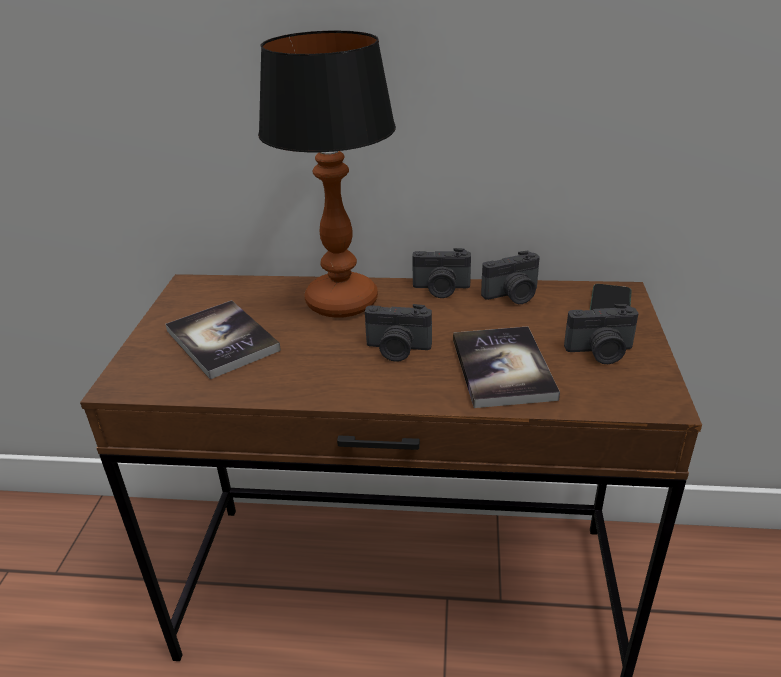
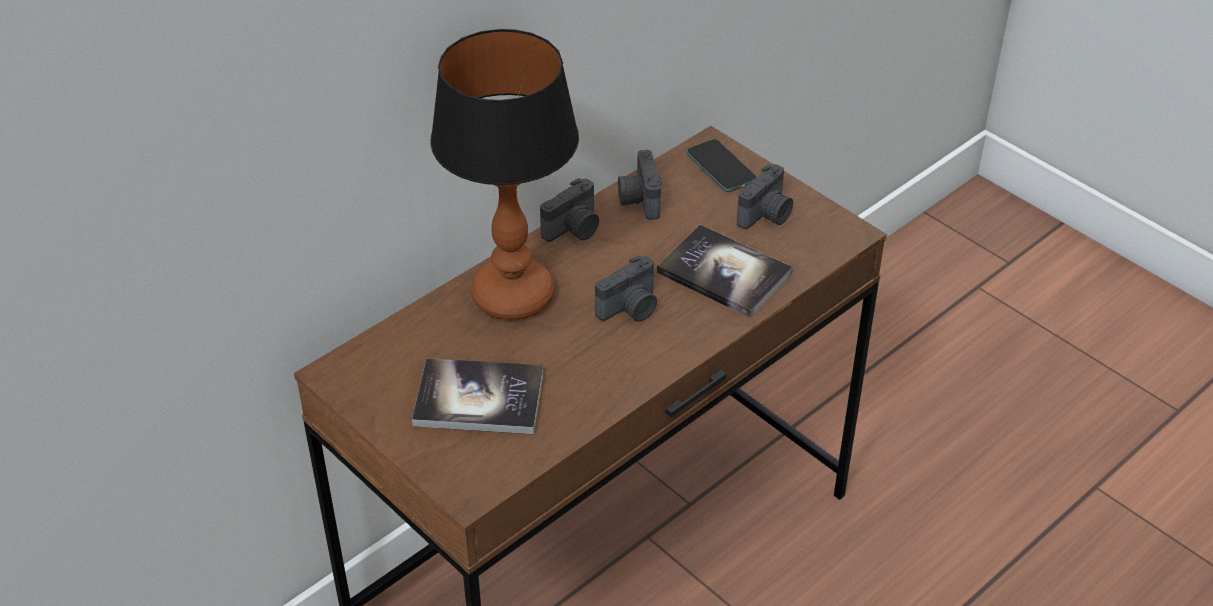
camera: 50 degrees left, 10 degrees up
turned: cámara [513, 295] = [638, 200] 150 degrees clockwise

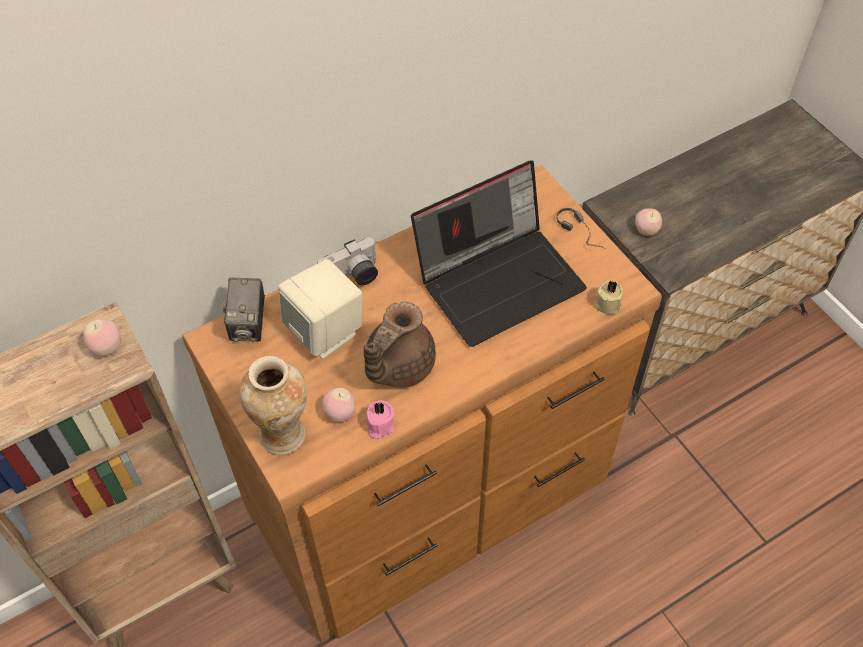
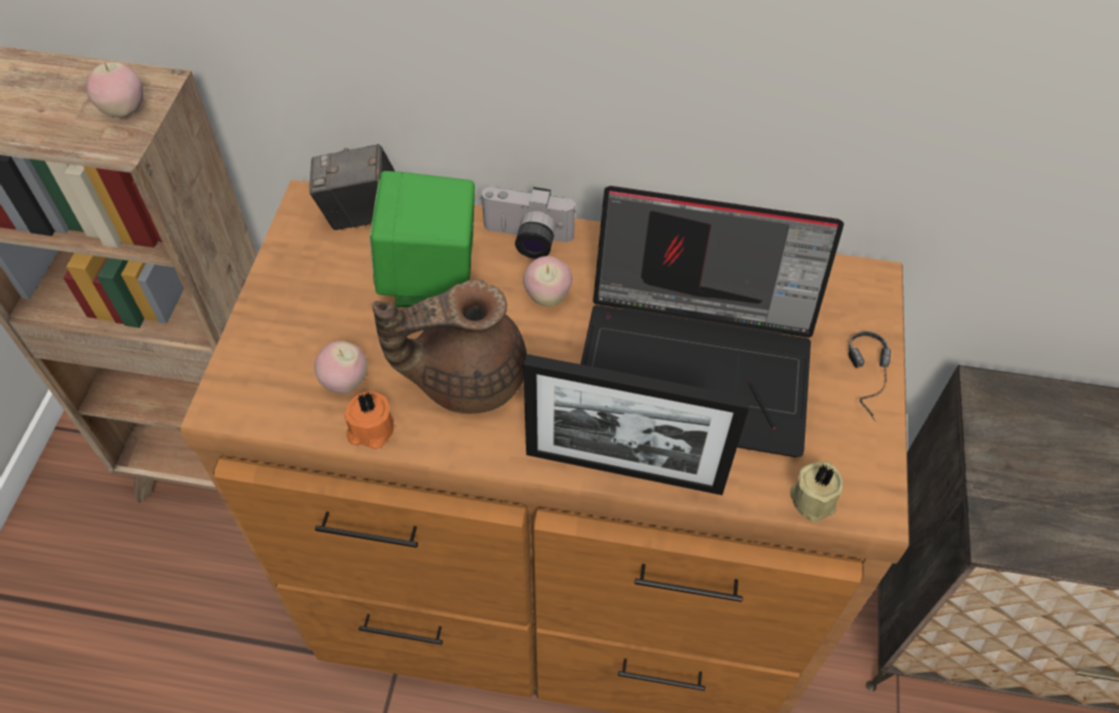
camera: 40 degrees right, 0 degrees up
removed: florero [284, 435]
added: portarretratos [624, 470]
moved: manzana [646, 231] to [547, 297]
recoloured: altavoz [beis] [325, 331] to altavoz [verde] [431, 279]; vela [rosa] [379, 426] to vela [naranja] [370, 430]
turned: cámara [249, 325] = [362, 215] 45 degrees clockwise

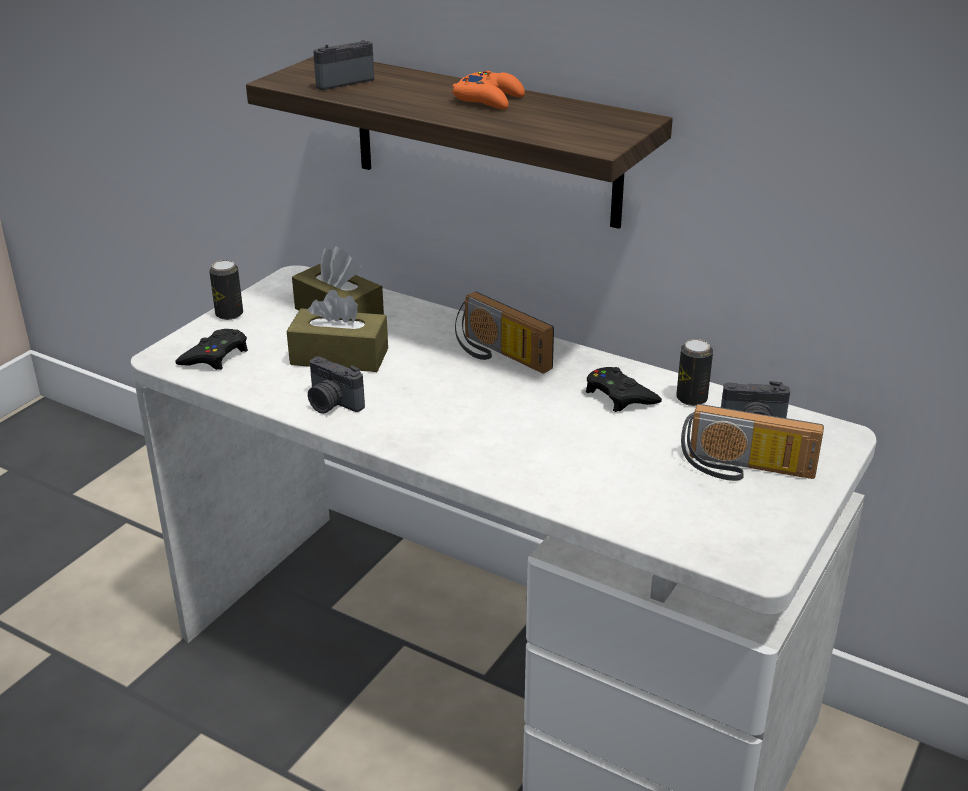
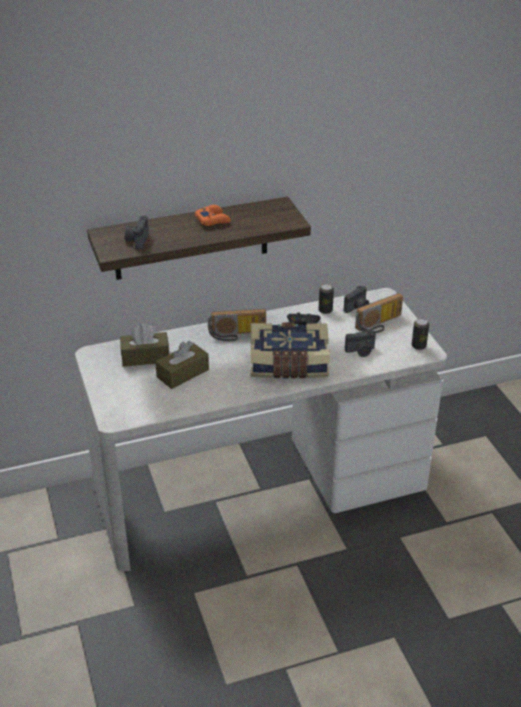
camera: 50 degrees left, 5 degrees up
removed: mando de consola [negro] [215, 356]
added: libro [289, 364]
moved: lata [229, 314] to [418, 346]; cámara [332, 404] to [361, 351]

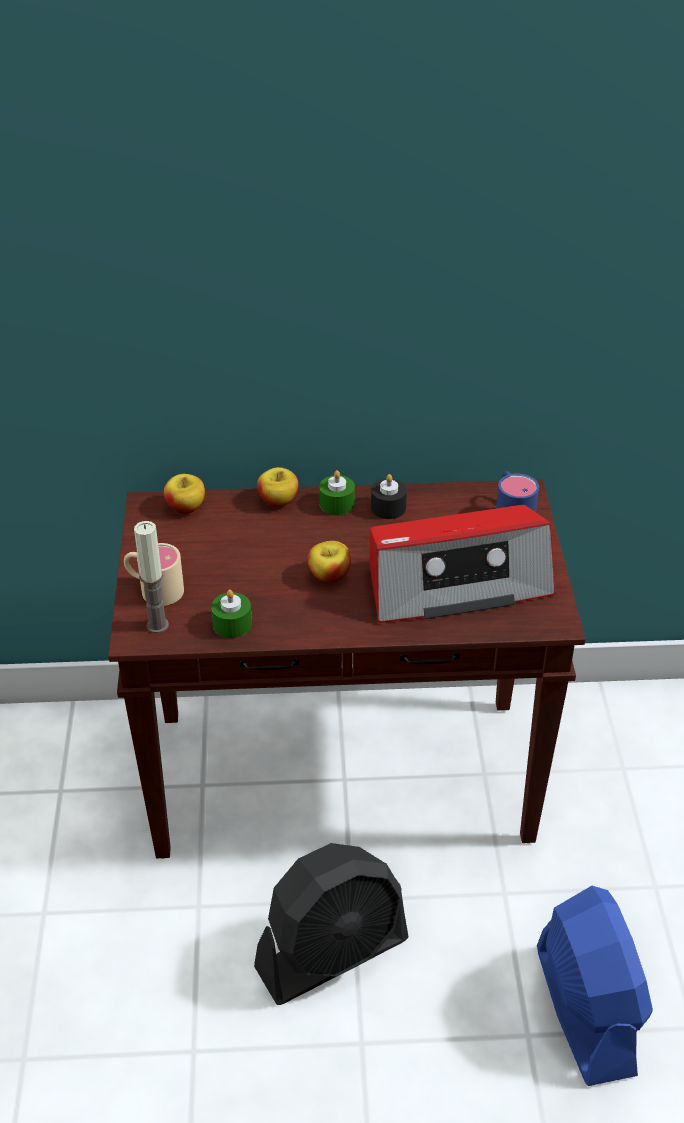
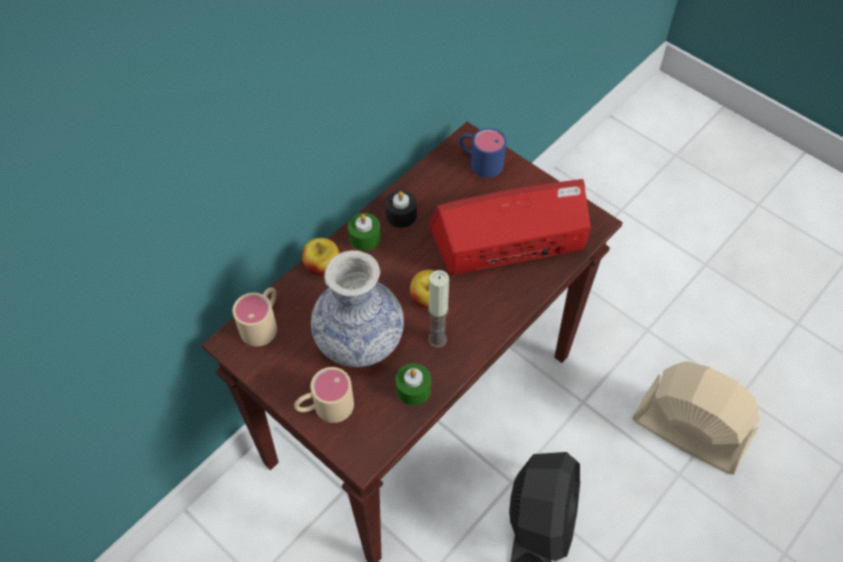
camera: 45 degrees left, 15 degrees up
added: florero [359, 340]
moved: vela [157, 625] to [437, 339]
replaced: manzana [186, 507] to taza grande [beis] [263, 323]
recoloured: ventilador [azul] [584, 1009] to ventilador [beis] [688, 433]
turned: radio [456, 582] = [509, 240] 135 degrees counterclockwise

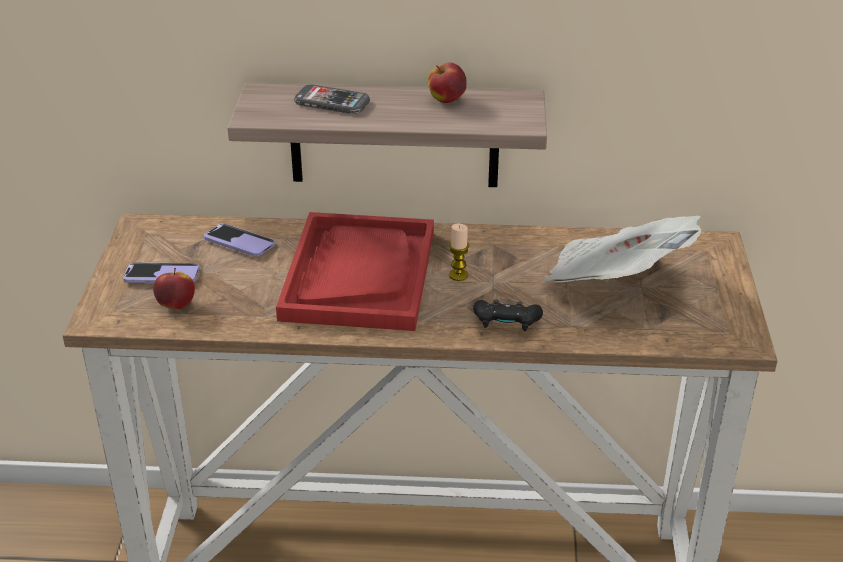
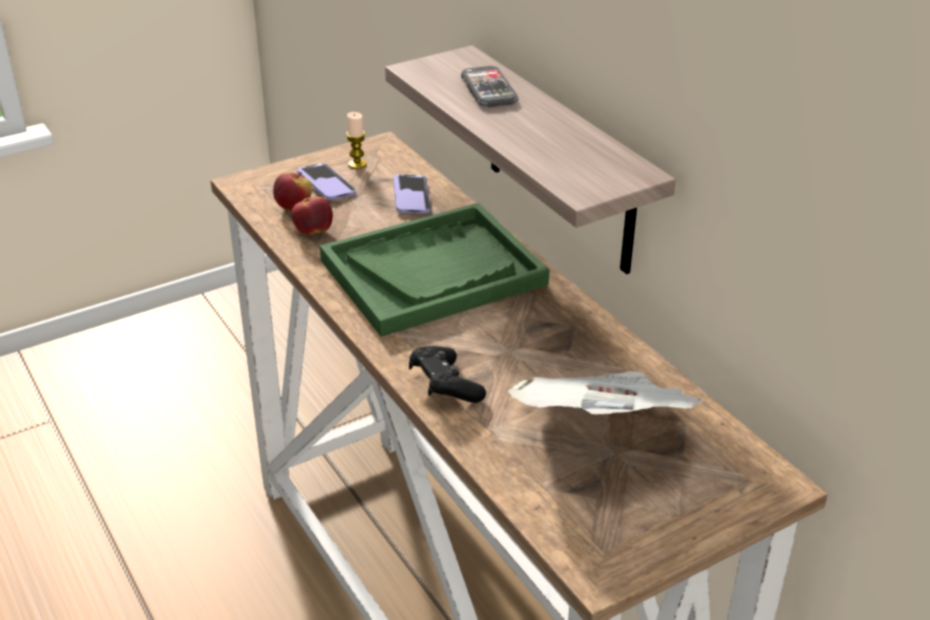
camera: 55 degrees right, 0 degrees up
moved: manzana [446, 100] to [313, 232]; vela [458, 275] to [357, 164]
recoloured: bandeja [rojo] [359, 274] to bandeja [verde] [433, 272]

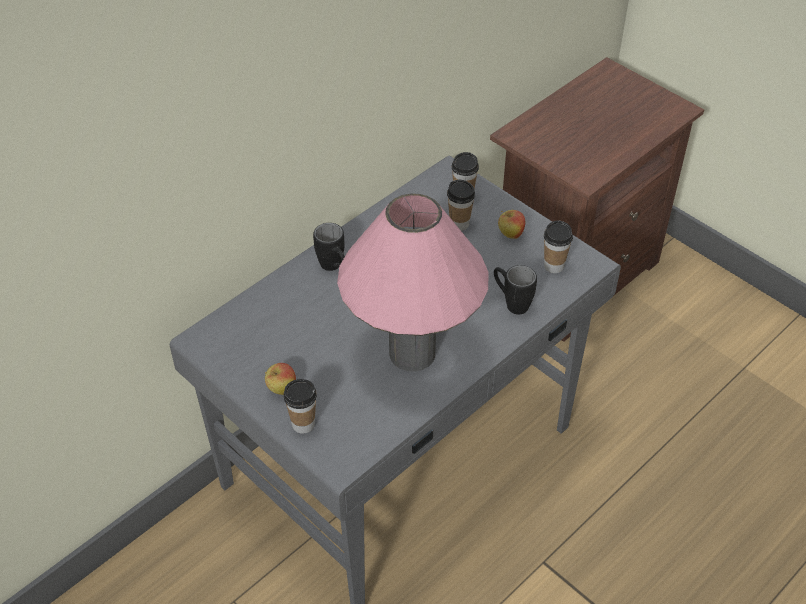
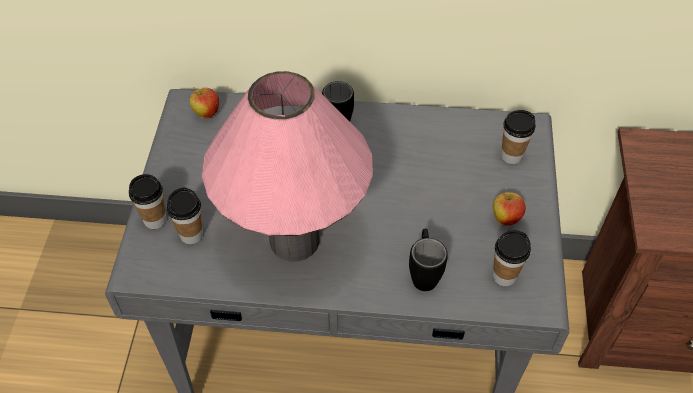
camera: 50 degrees right, 5 degrees up
moved: taza [459, 224] to [191, 234]; manzana [281, 389] to [206, 113]

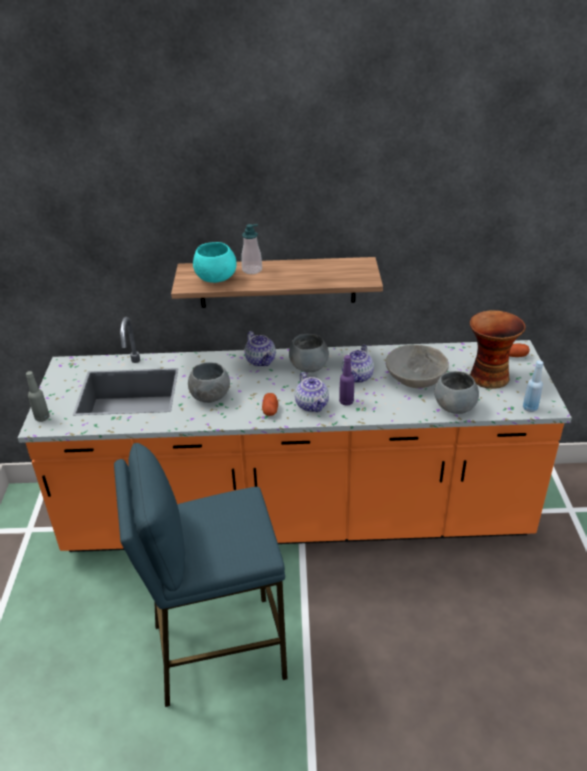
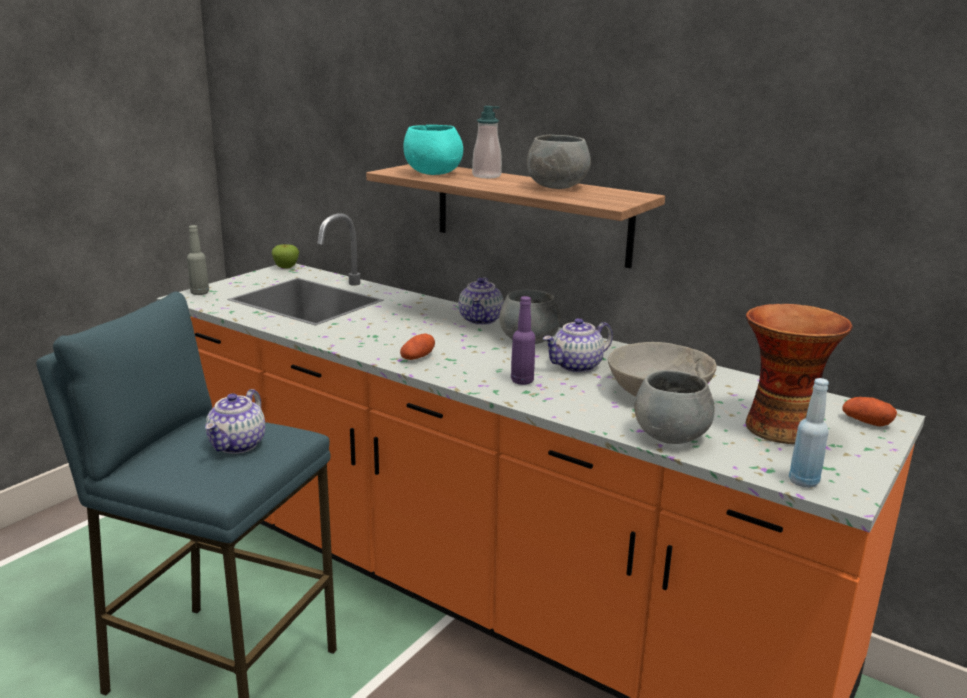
camera: 35 degrees right, 15 degrees down
added: manzana [286, 267]
moved: cuenco [gris] [210, 397] to [556, 187]; tetera [312, 405] to [238, 445]

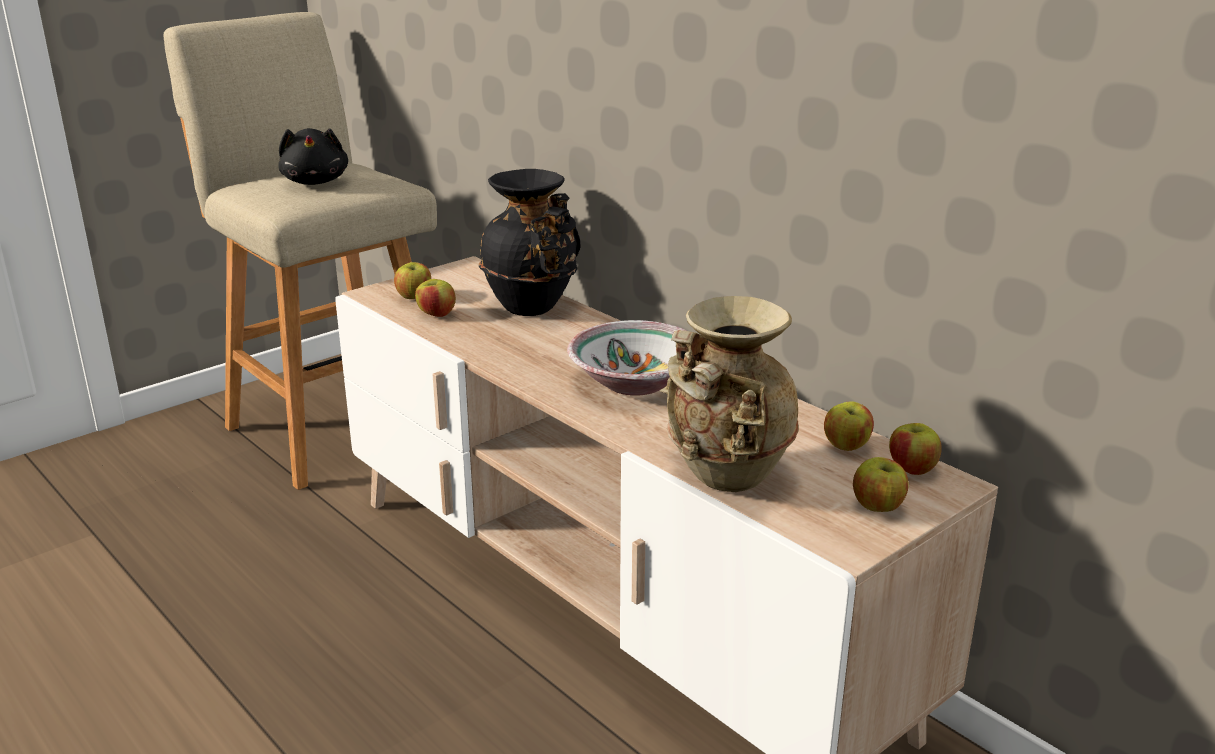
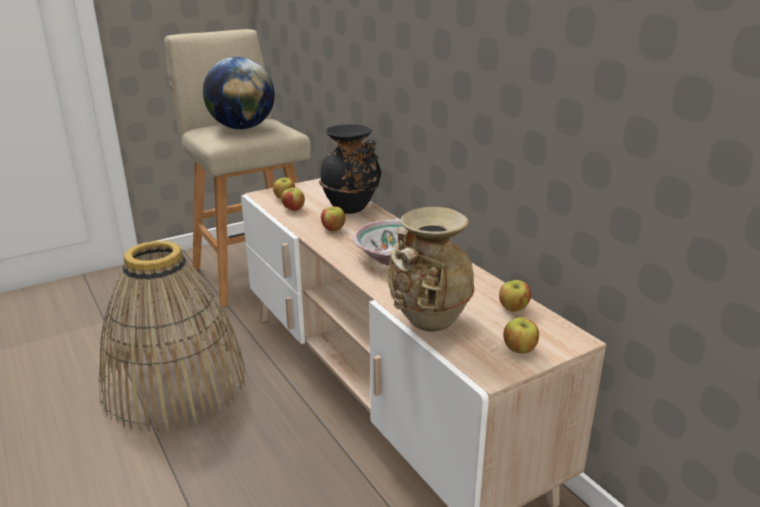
camera: 10 degrees right, 0 degrees up
added: cesta [175, 384]
moved: manzana [911, 469] to [333, 229]
replaced: peluche [negro] [315, 182] to globo terráqueo [242, 128]

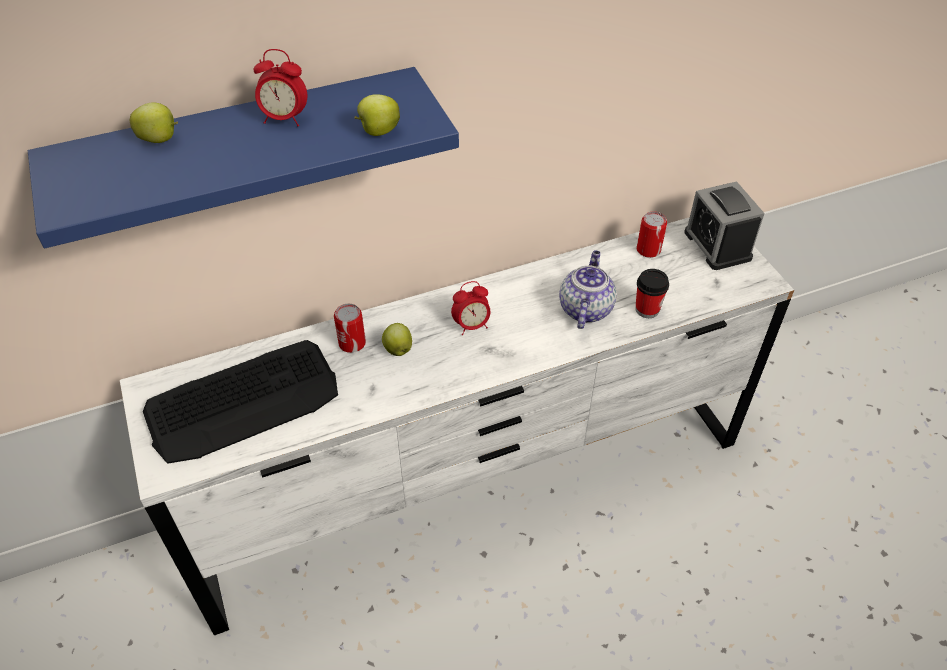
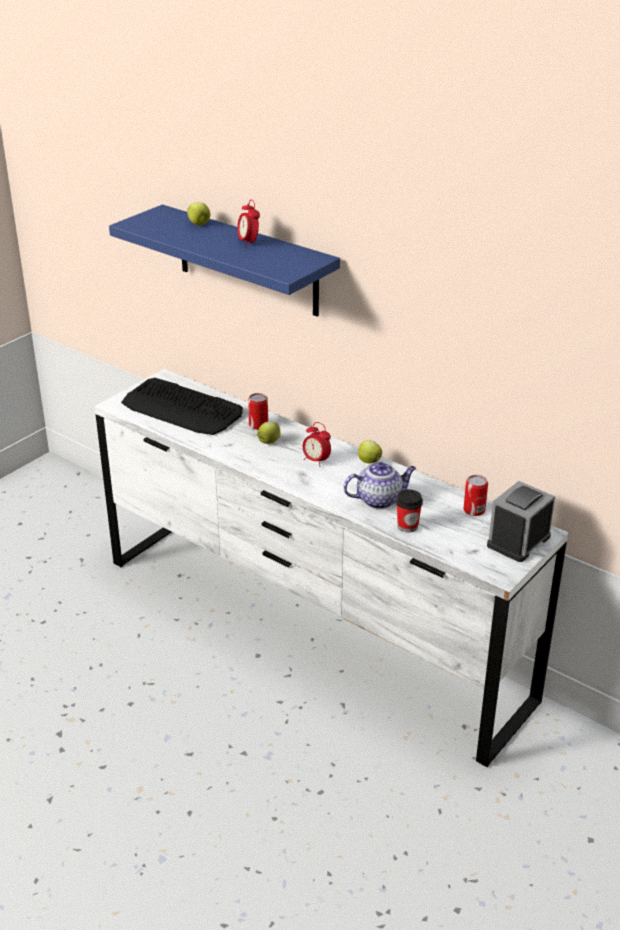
camera: 60 degrees right, 15 degrees down
moved: manzana [378, 132] to [368, 461]

